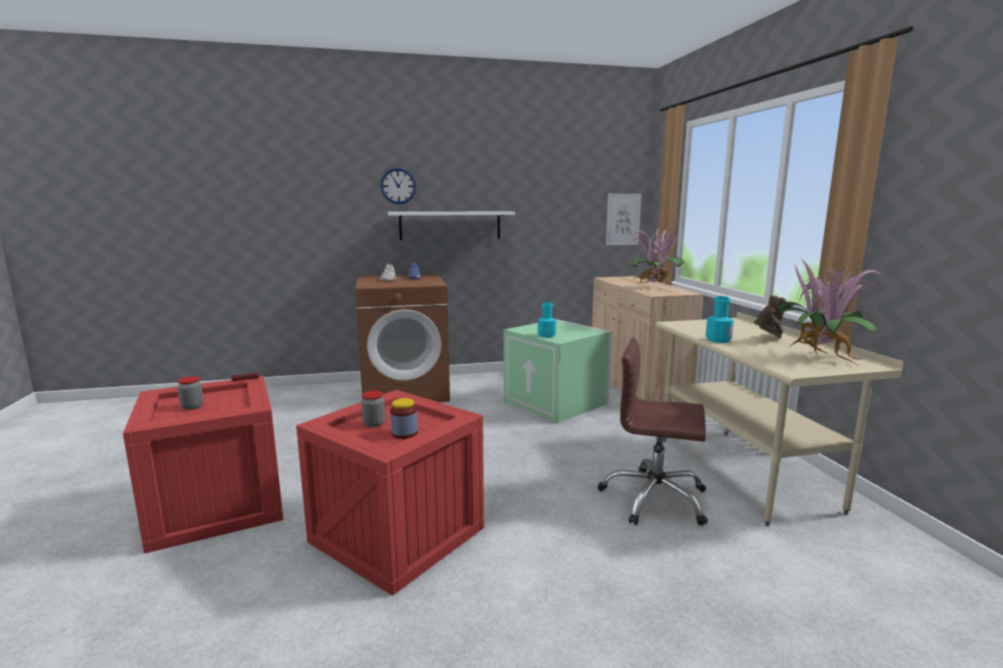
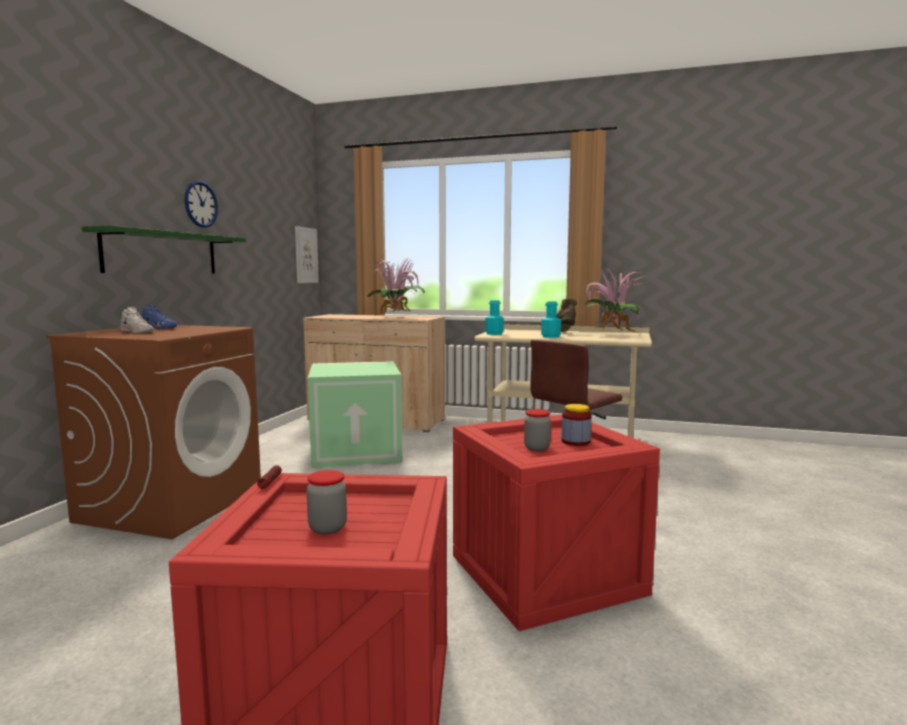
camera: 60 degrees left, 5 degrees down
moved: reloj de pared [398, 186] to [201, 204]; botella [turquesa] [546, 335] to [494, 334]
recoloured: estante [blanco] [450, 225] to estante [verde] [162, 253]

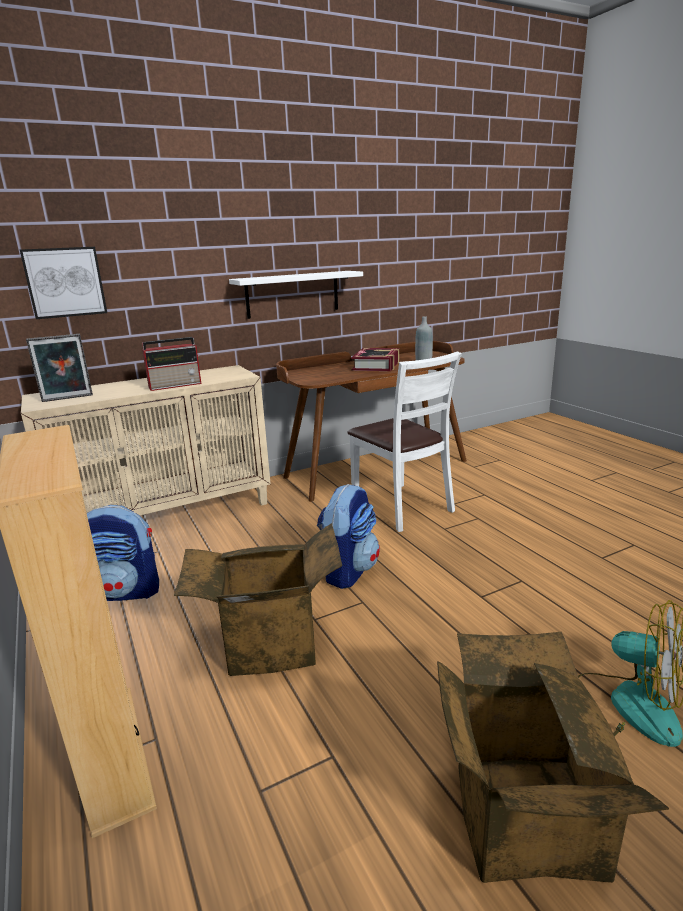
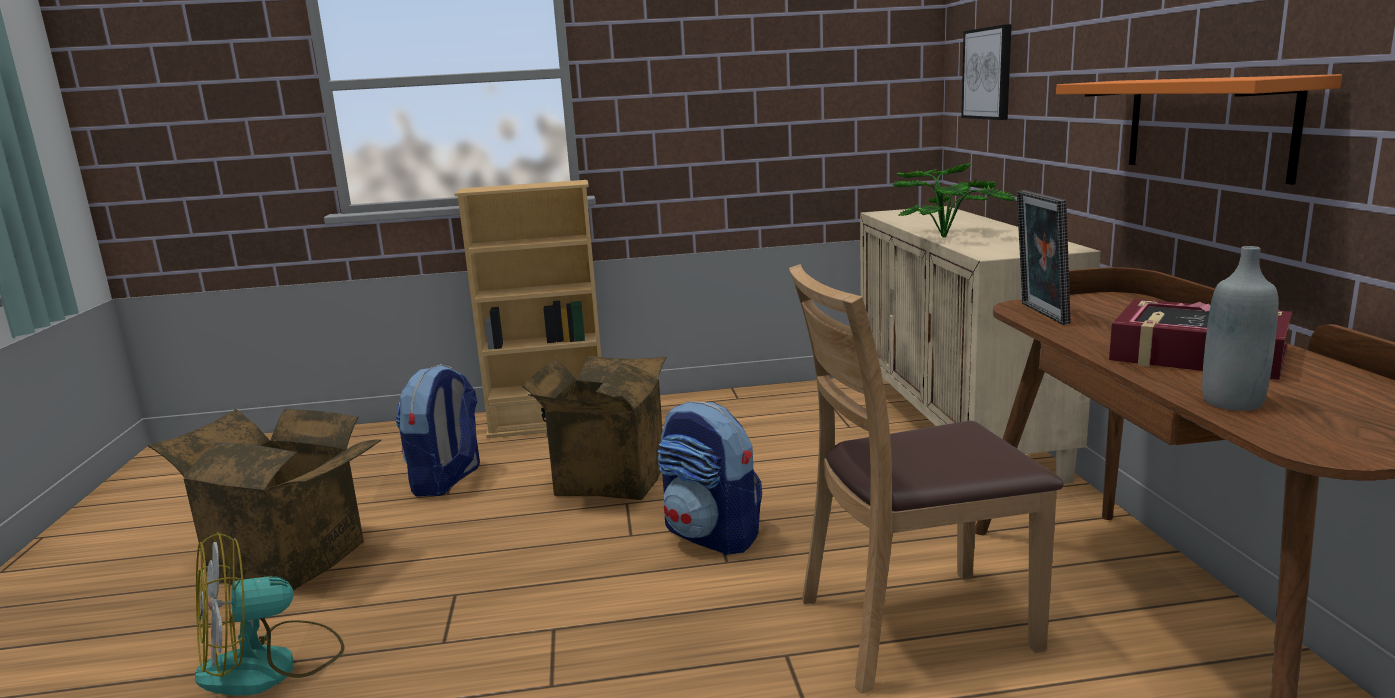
camera: 110 degrees right, 5 degrees down
moved: portarretratos [67, 399] to [1039, 314]; mochila [126, 591] to [447, 481]
replaced: radio [176, 385] to planta en maceta [947, 236]
recoloured: estante [blanco] [292, 294] to estante [naranja] [1207, 126]; silla [blanco] [402, 506] to silla [marrón] [914, 626]

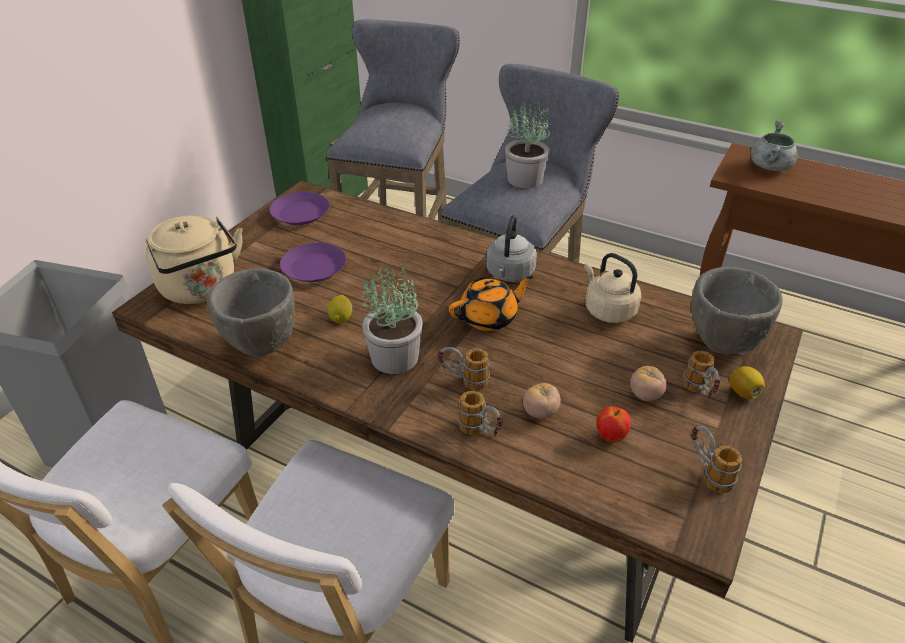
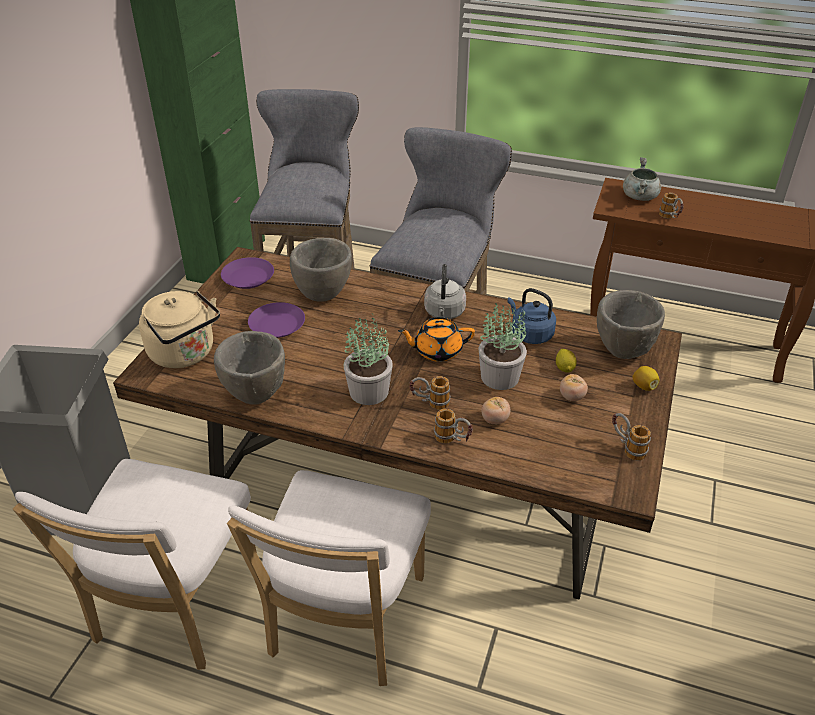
camera: 10 degrees left, 0 degrees up
removed: manzana [610, 436]
added: cuenco [gris] [323, 295]
moved: planta en maceta [525, 179] to [500, 376]; limón [341, 318] to [564, 368]; taza grande [700, 392] to [670, 218]
recoloured: hervidor [beis] [607, 310] to hervidor [azul] [530, 334]
turned: tetera [naranja] [489, 317] = [437, 351] 150 degrees counterclockwise

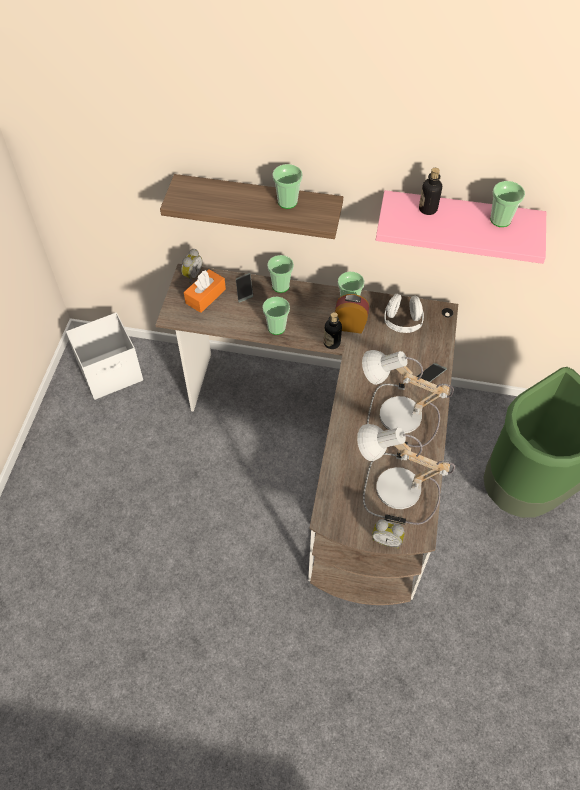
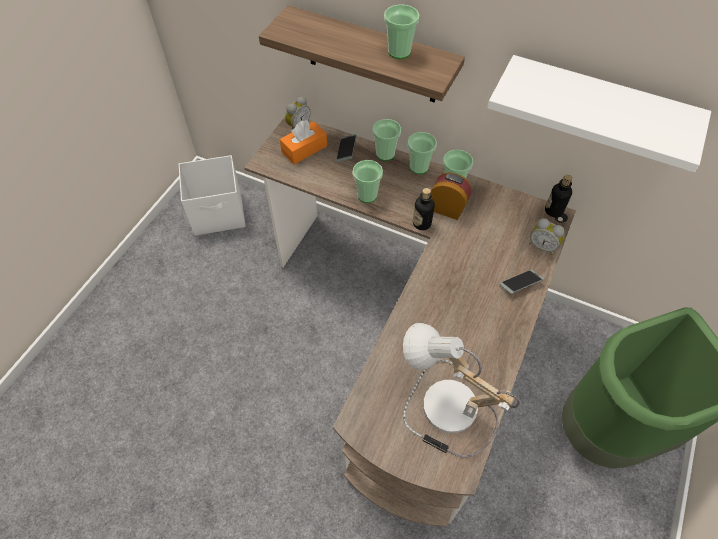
camera: 15 degrees right, 0 degrees up
removed: auriculares [blanco] [402, 322]; lámpara de mesa [396, 418]
moved: botella [428, 209] to [553, 210]; taza [500, 220] to [419, 167]; despertador [386, 539] to [542, 246]
recoloured: estante [rosa] [459, 221] to estante [blanco] [596, 109]

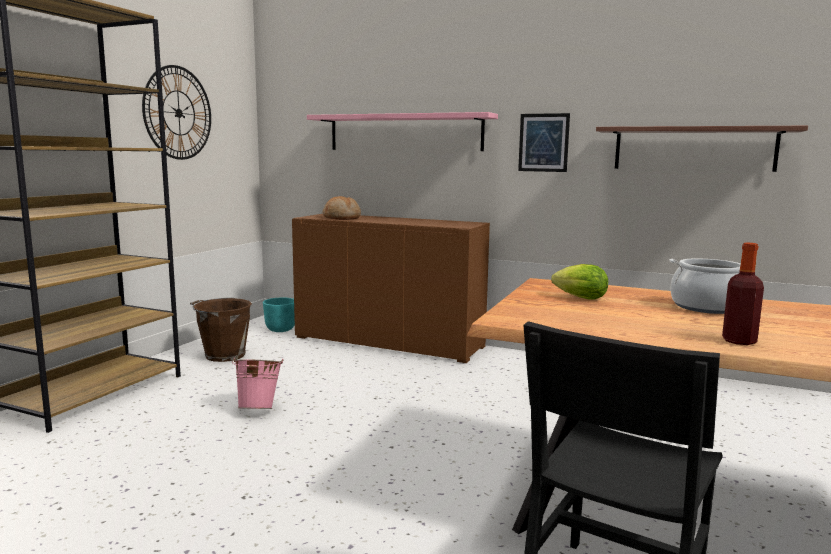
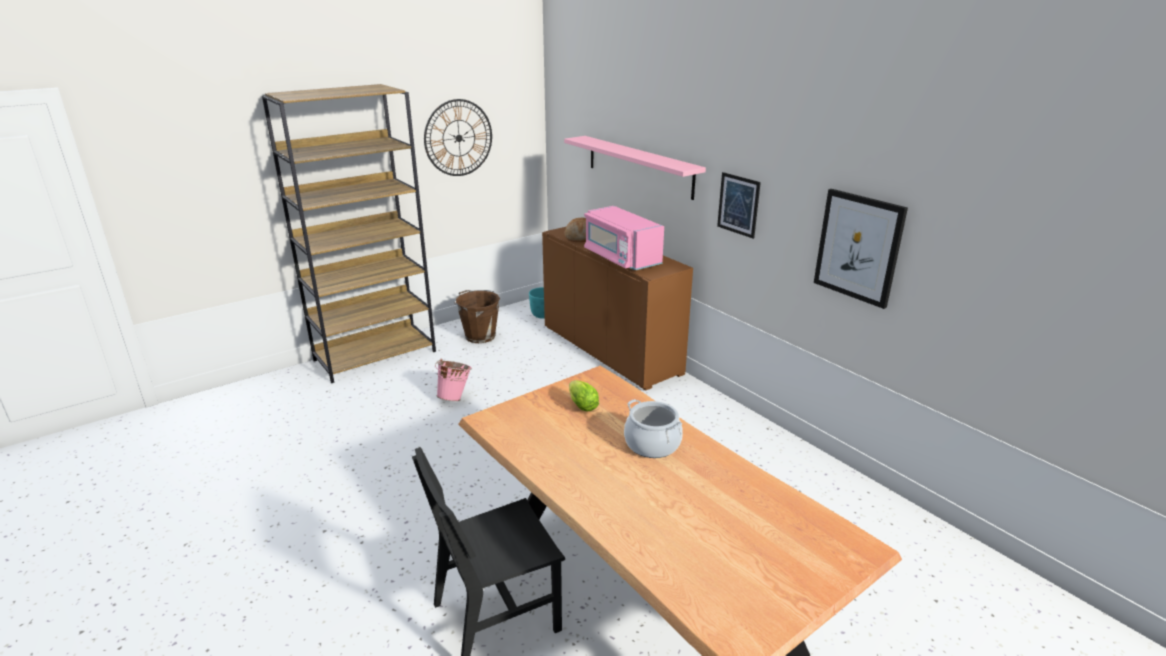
camera: 30 degrees right, 15 degrees up
removed: botella [739, 341]
added: microondas [rosa] [621, 258]
replaced: estante [693, 149] to cuadro [858, 247]

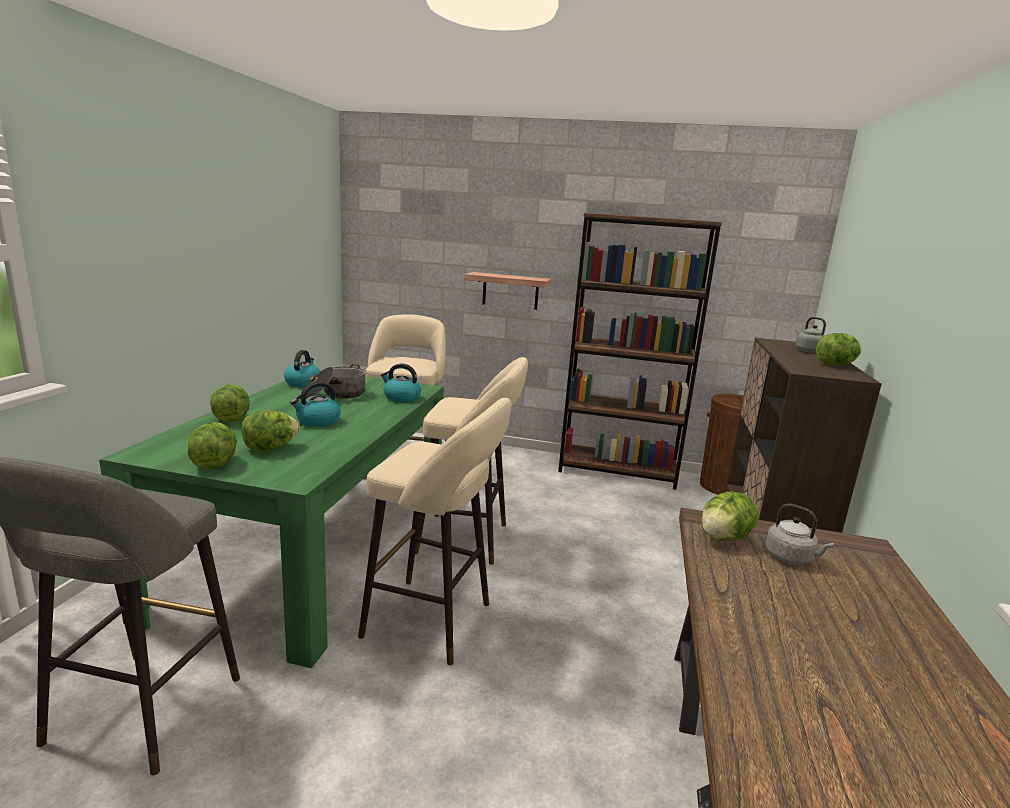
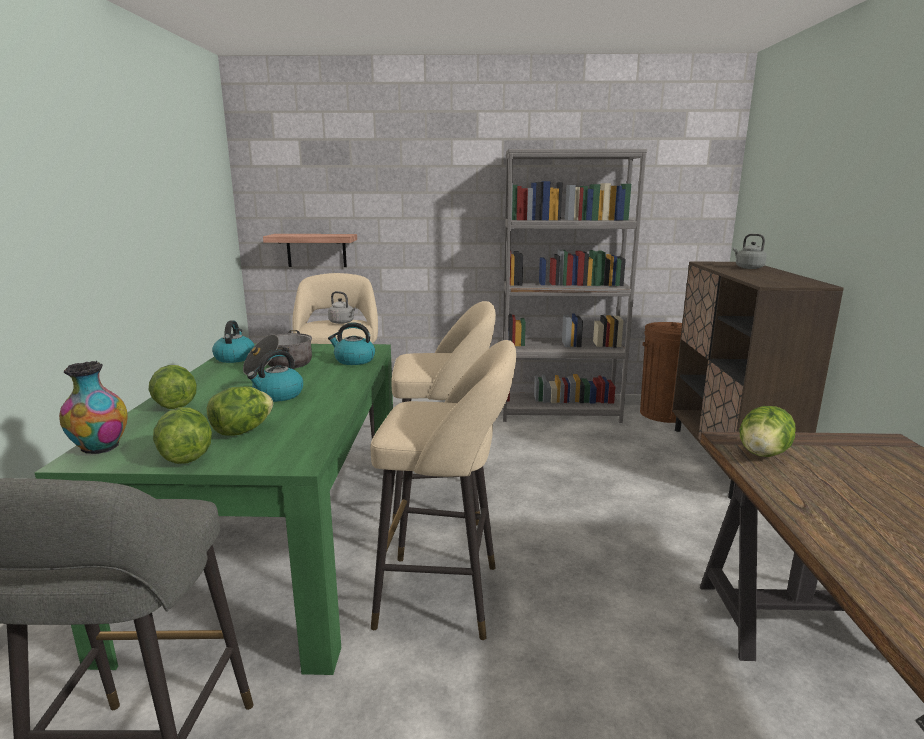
camera: 10 degrees left, 0 degrees up
removed: lechuga [835, 365]
added: florero [100, 448]
moved: estante [510, 291] to [316, 250]; hervidor [gris] [791, 558] to [342, 322]
recoloured: estantería [marrón] [617, 471] to estantería [gris] [559, 413]

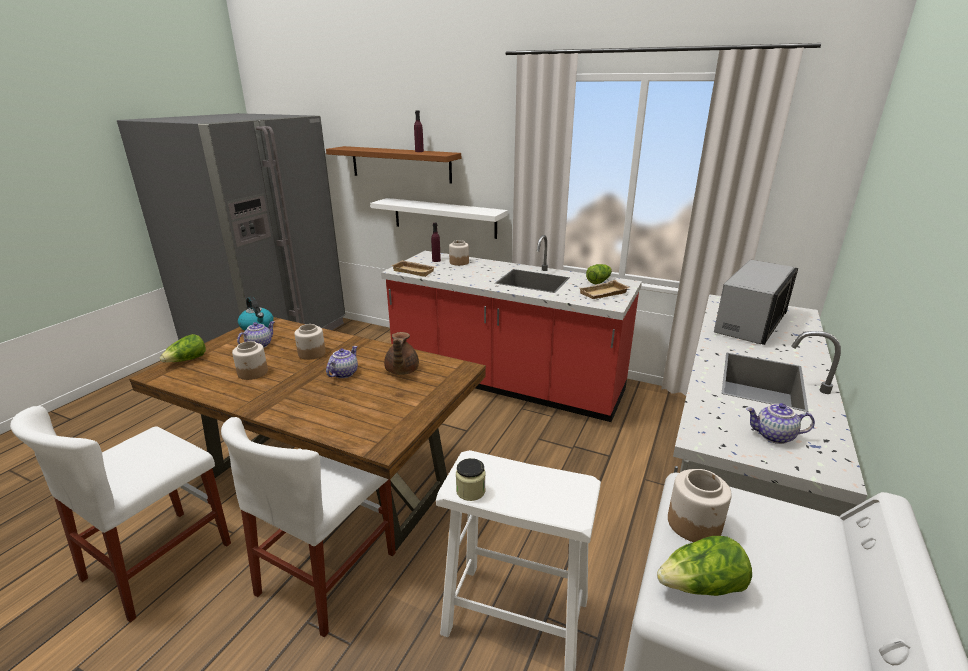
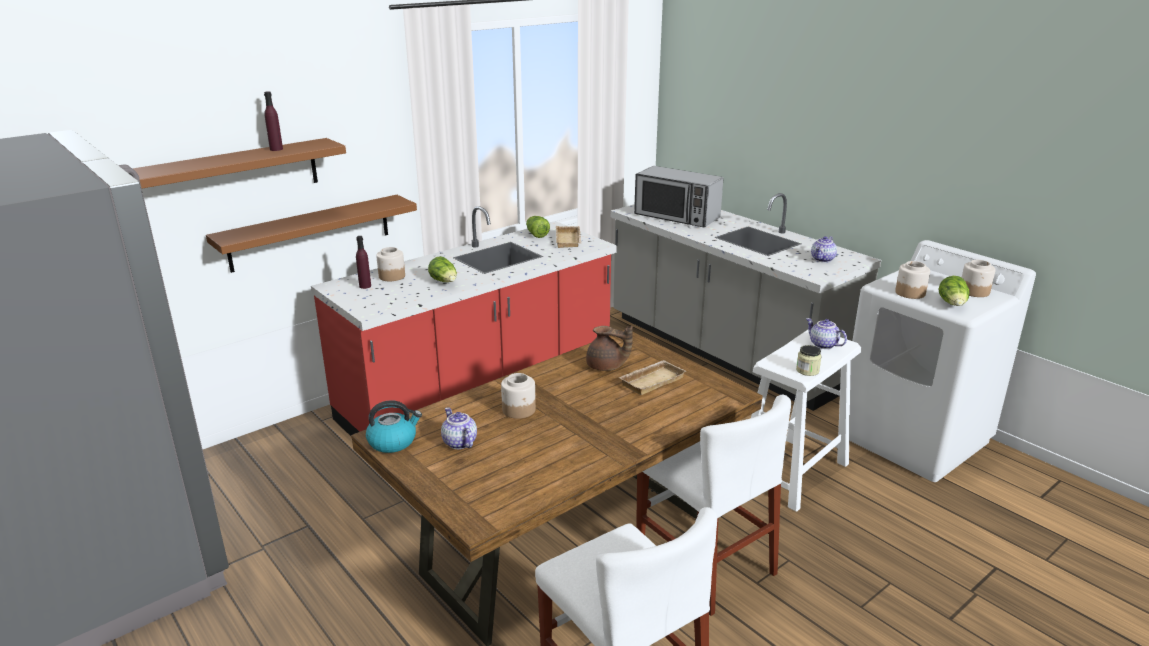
camera: 65 degrees left, 0 degrees up
moved: bandeja [beis] [415, 271] to [651, 380]; lechuga [187, 360] to [444, 281]; tarro [253, 373] to [974, 291]; tetera [343, 373] to [822, 345]
recoloured: estante [blanco] [444, 218] to estante [marrón] [310, 232]
turned: microondas [751, 323] = [676, 216] 150 degrees clockwise

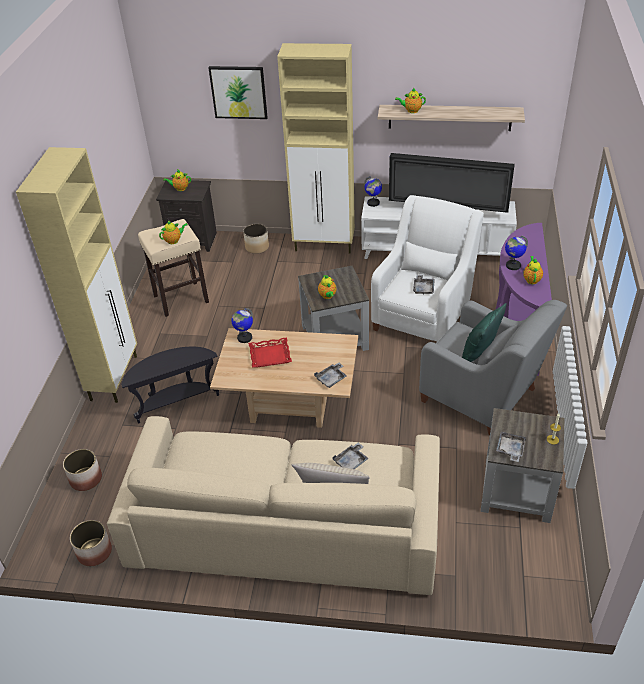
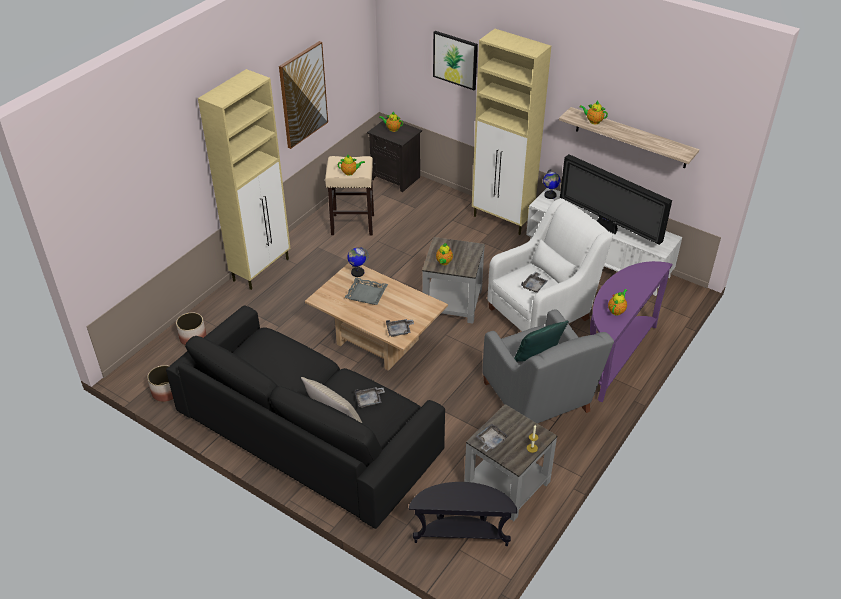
camera: 25 degrees right, 0 degrees up
removed: maceta [257, 247]; globo terráqueo [513, 265]
added: cuadro [303, 95]
moved: mesa auxiliar [negro] [176, 402] to [461, 534]
recoloured: bandeja [rojo] [270, 355] to bandeja [gris] [366, 294]; sofá [beis] [285, 523] to sofá [negro] [309, 430]

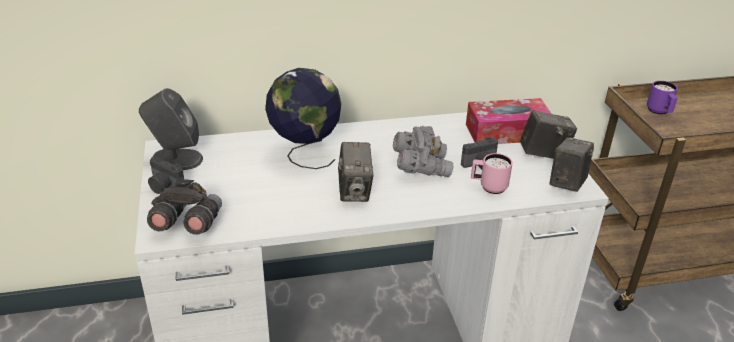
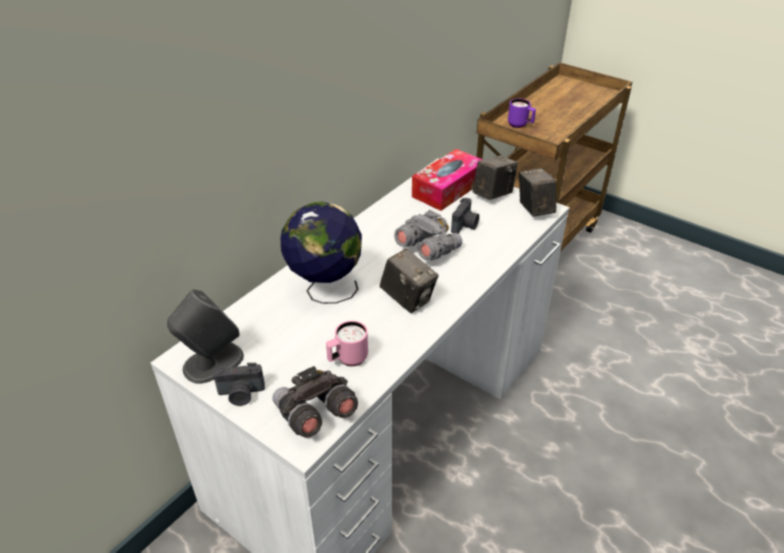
camera: 40 degrees left, 5 degrees up
moved: taza grande [rosa] [488, 187] to [347, 360]

